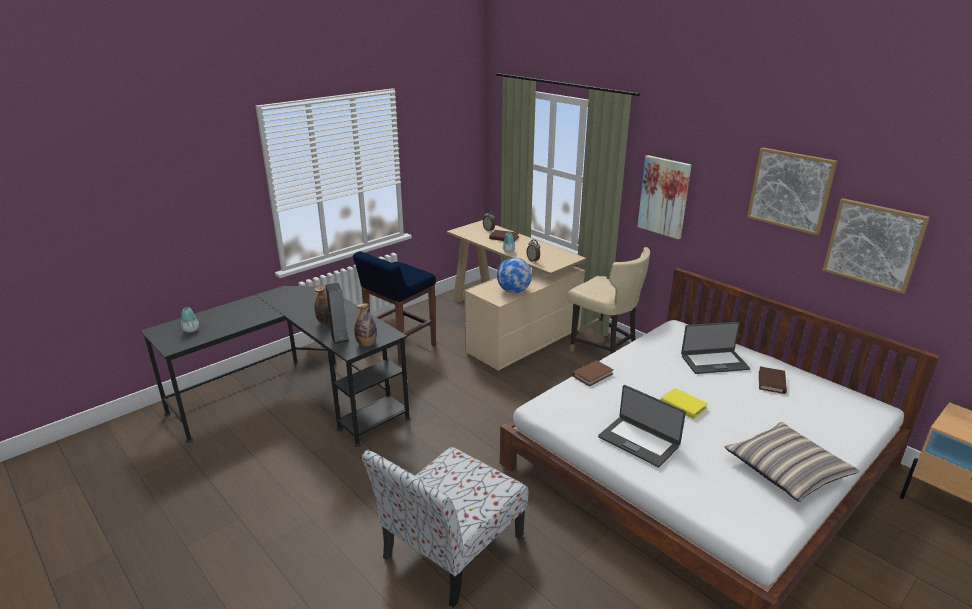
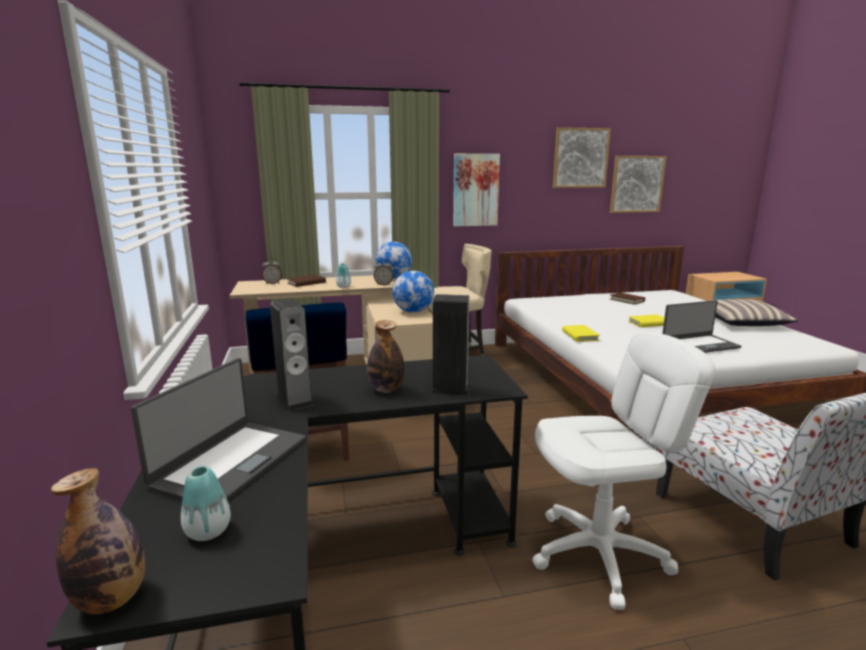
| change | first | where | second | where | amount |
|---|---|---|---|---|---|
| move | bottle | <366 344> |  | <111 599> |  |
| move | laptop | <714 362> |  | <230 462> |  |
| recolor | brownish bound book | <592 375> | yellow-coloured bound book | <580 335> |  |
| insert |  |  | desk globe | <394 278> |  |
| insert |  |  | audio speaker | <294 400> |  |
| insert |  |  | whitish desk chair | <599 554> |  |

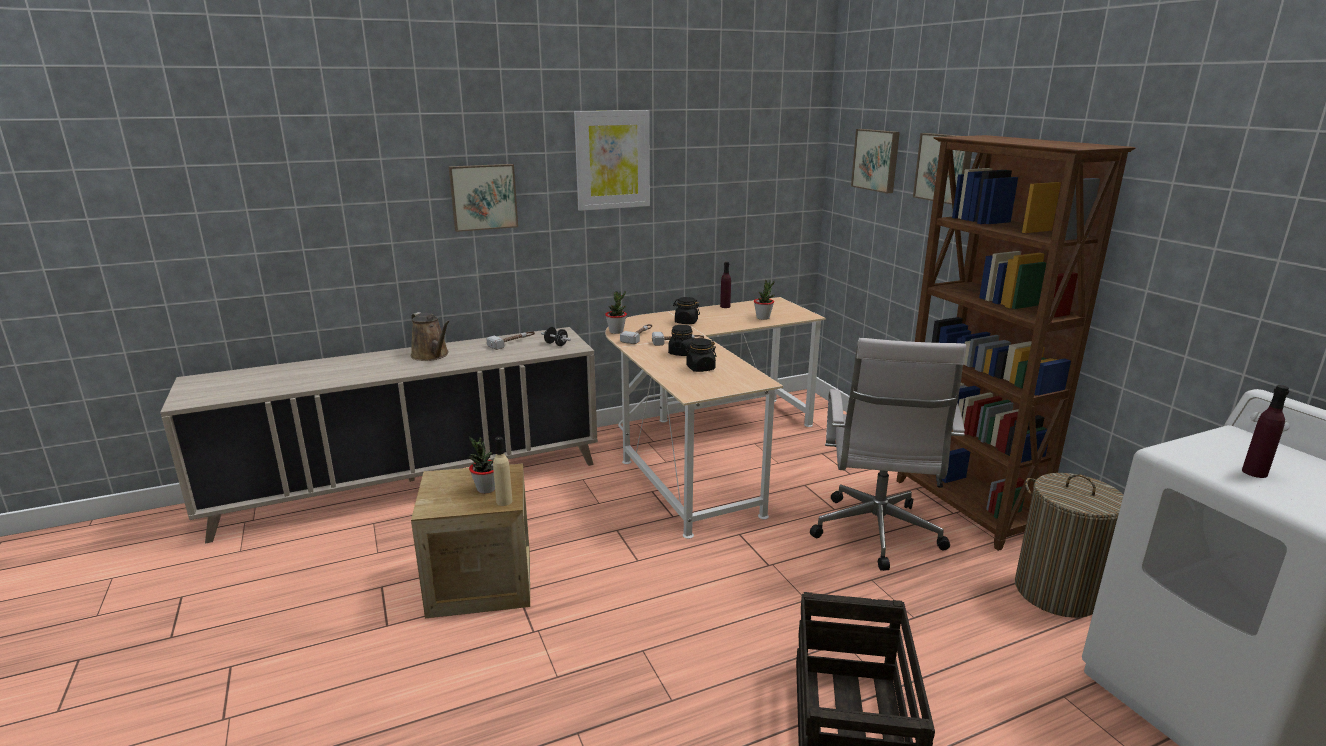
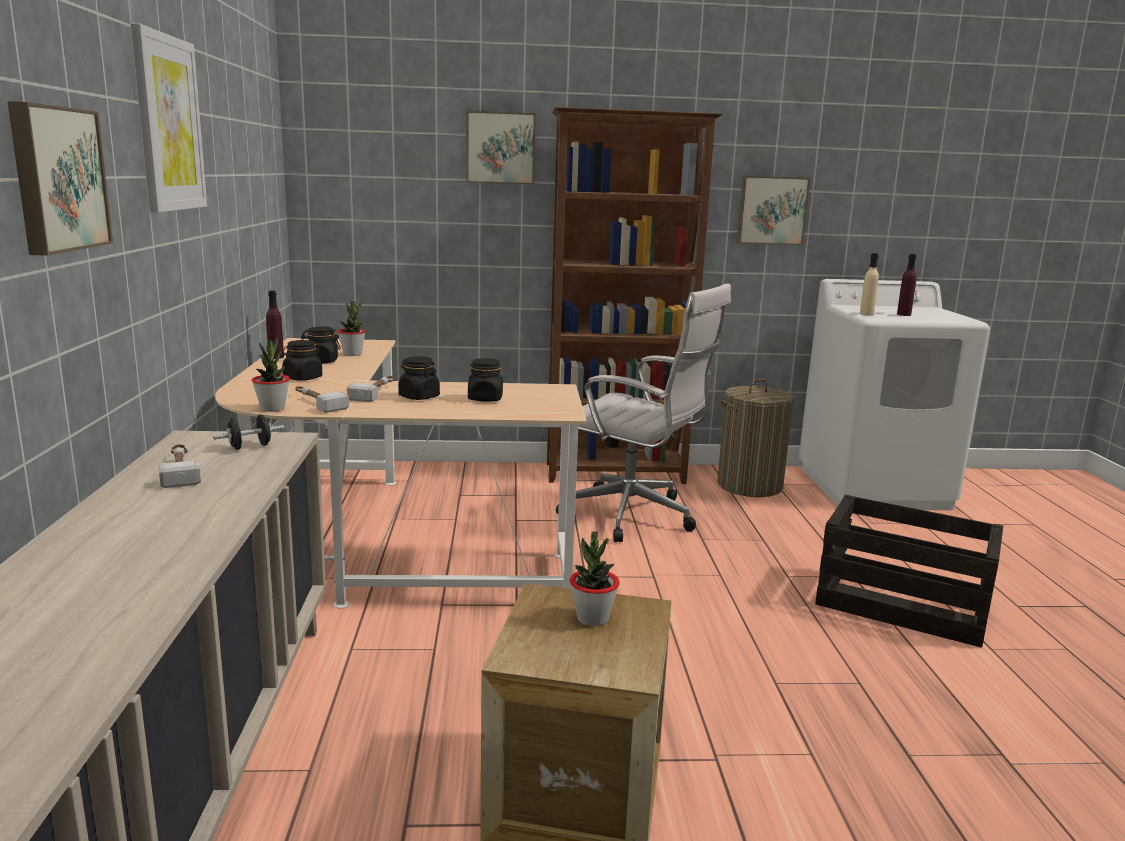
| change | first | where | second | where | amount |
|---|---|---|---|---|---|
| move | wall art | <877 160> |  | <771 210> |  |
| delete | brownish watering can | <432 355> |  |  |  |
| move | sand-coloured bottle | <504 501> |  | <866 314> |  |
| insert |  |  | black jar | <321 361> |  |

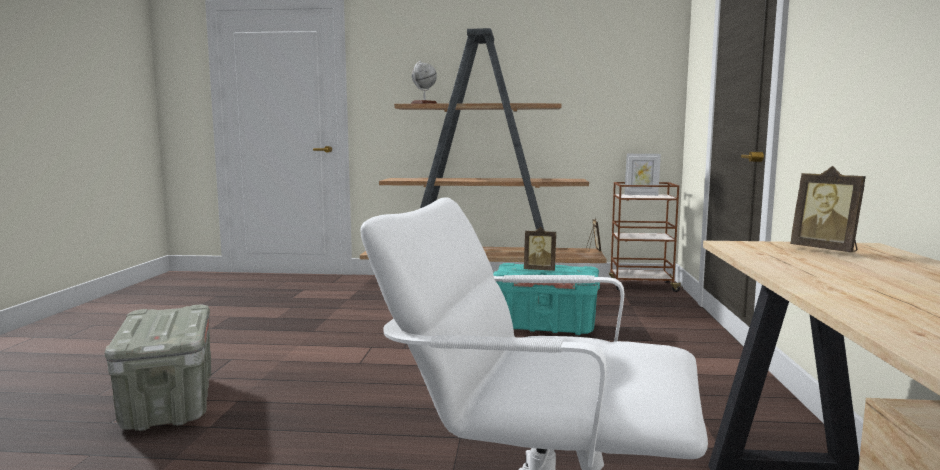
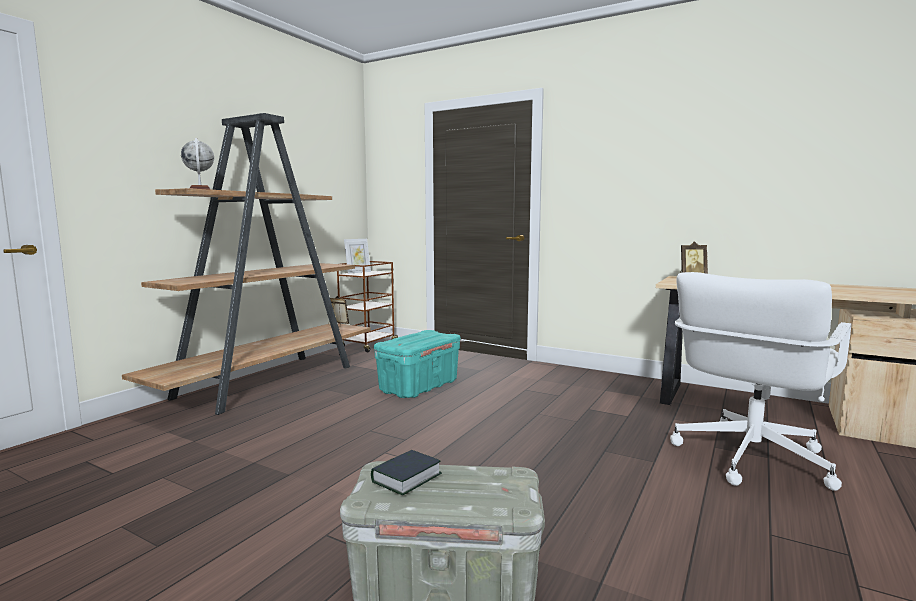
| change | first | where | second | where | amount |
|---|---|---|---|---|---|
| delete | standing frame | <540 270> |  |  |  |
| insert |  |  | bound book | <406 478> |  |

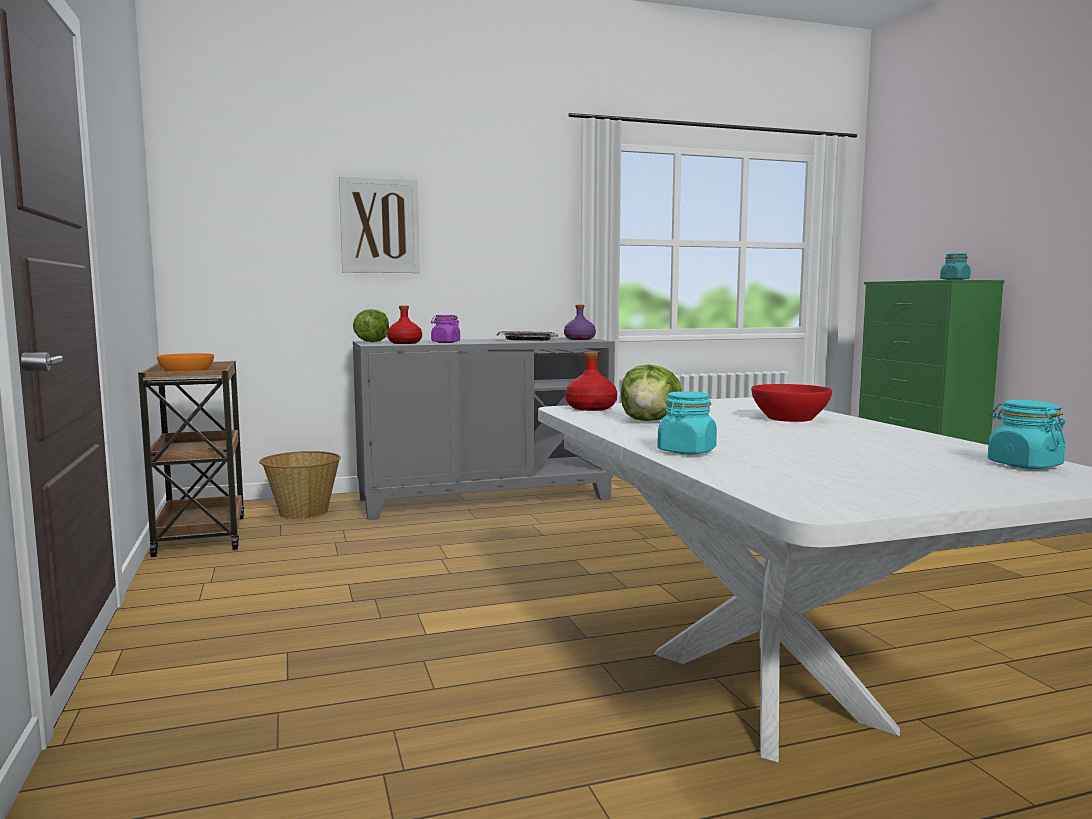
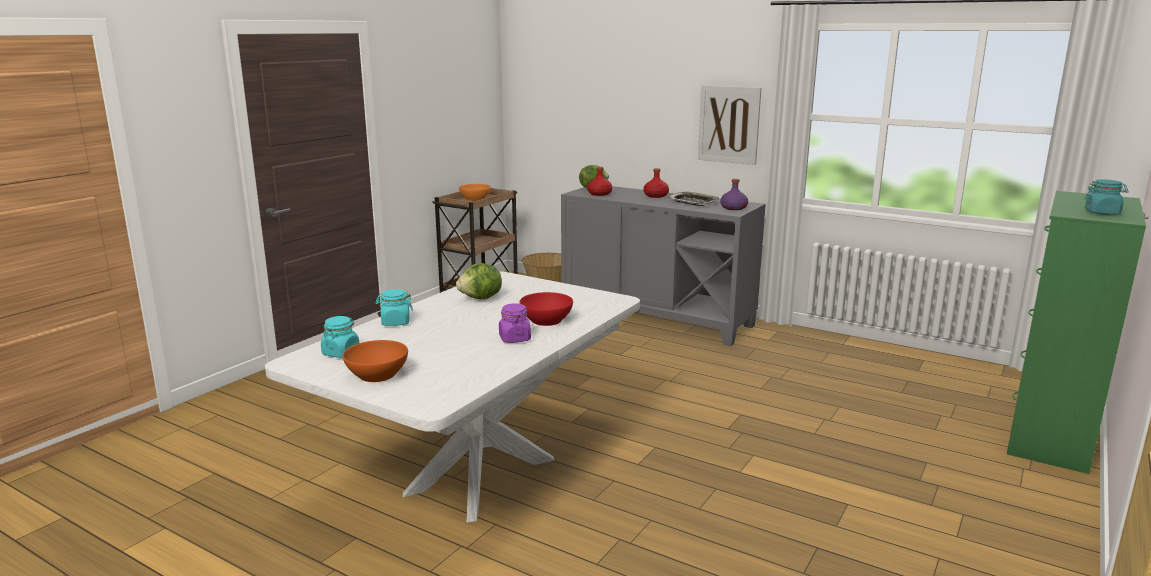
| change | first | where | second | where | amount |
|---|---|---|---|---|---|
| move | wall art | <379 225> |  | <729 124> |  |
| move | purplish jar | <445 342> |  | <514 338> |  |
| move | reddish bottle | <590 408> |  | <656 196> |  |
| move | turquoise-coloured jar | <1023 465> |  | <341 353> |  |
| insert |  |  | orange bowl | <377 374> |  |

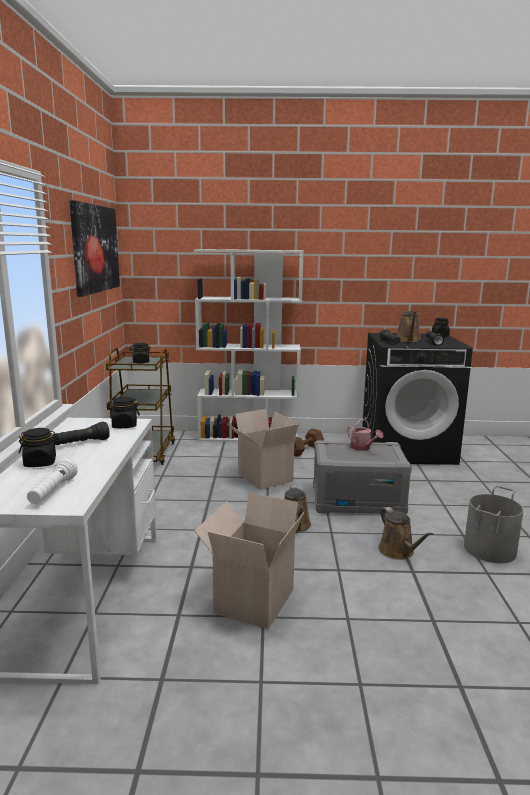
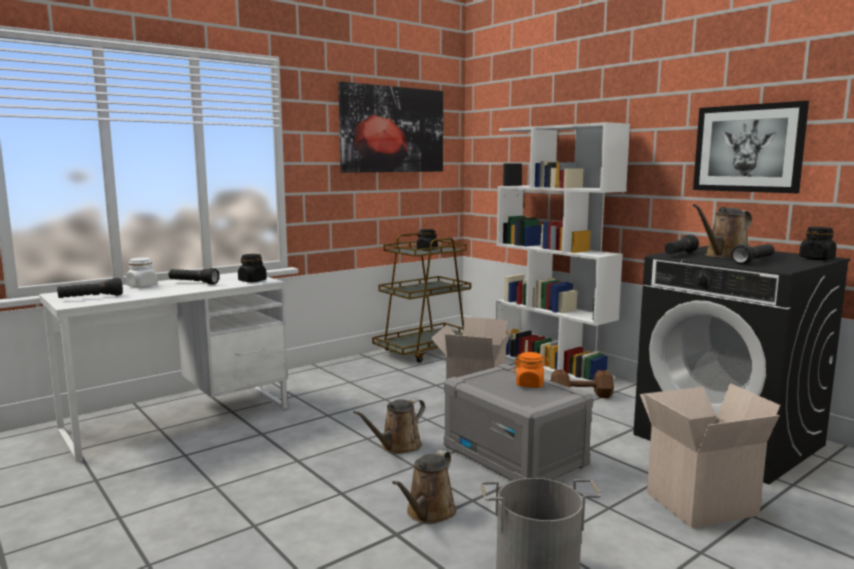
| change | first | where | second | where | amount |
|---|---|---|---|---|---|
| replace | watering can | <362 448> | orange jar | <530 384> |  |
| recolor | black jar | <40 463> | whitish jar | <142 286> |  |
| recolor | whitish hand torch | <53 492> | black hand torch | <91 298> |  |
| move | packing box | <252 599> |  | <700 502> |  |
| insert |  |  | wall art | <748 148> |  |

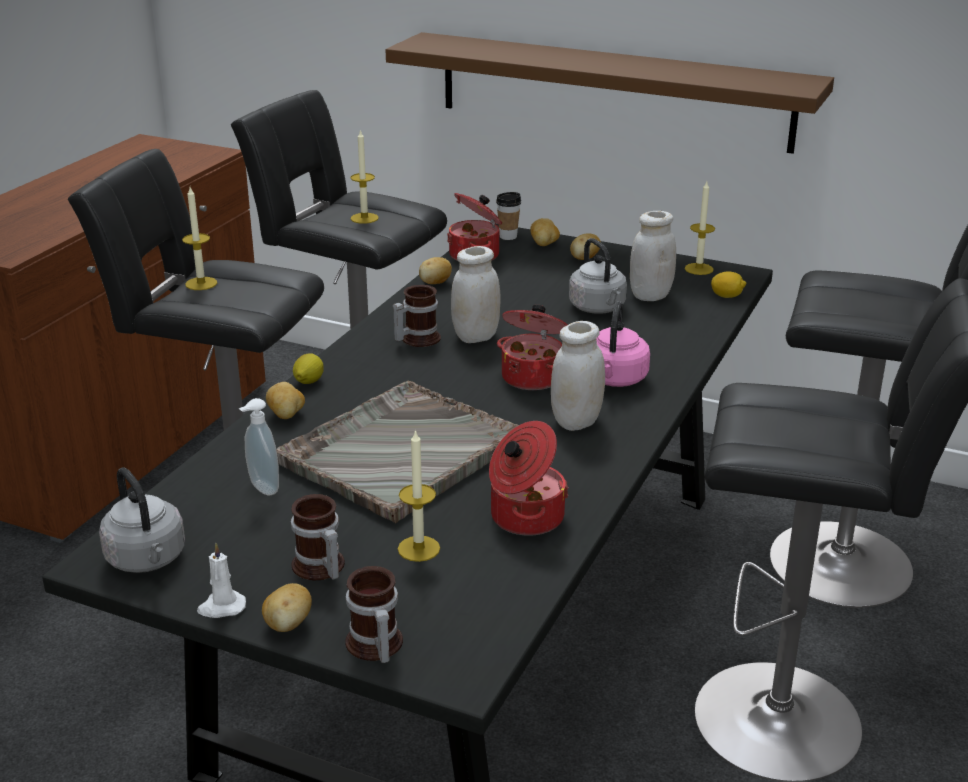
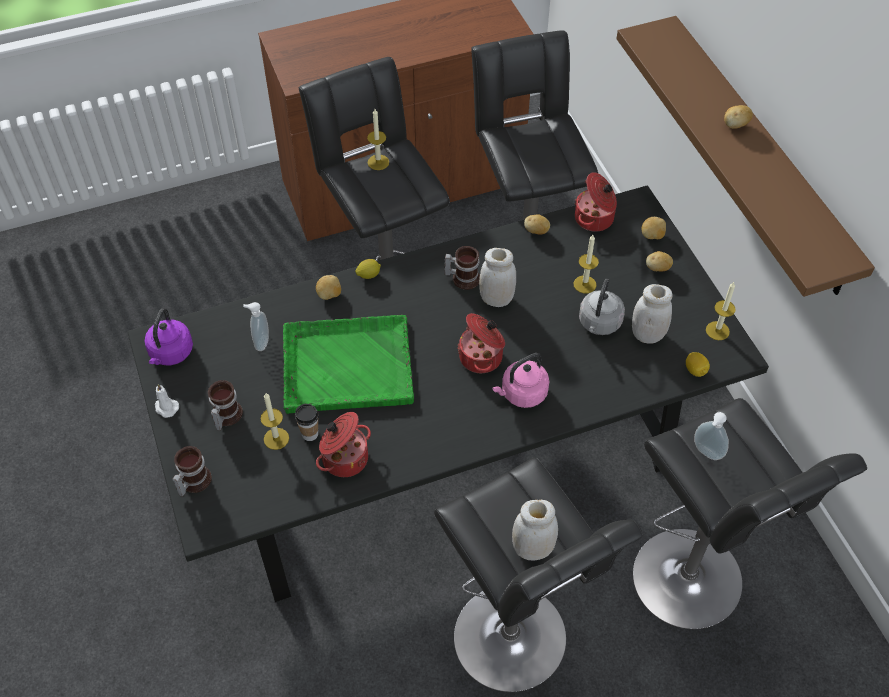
| change | first | where | second | where | amount |
|---|---|---|---|---|---|
| move | candle | <364 218> |  | <584 284> |  |
| move | cup | <508 236> |  | <310 434> |  |
| move | whitish jar | <576 422> |  | <532 549> |  |
| recolor | greyish serving tray | <400 453> | green-coloured serving tray | <346 365> |  |
| recolor | greyish tea kettle | <147 560> | purplish tea kettle | <170 354> |  |
| move | spud | <288 625> |  | <735 125> |  |
| insert |  |  | soap bottle | <706 453> |  |

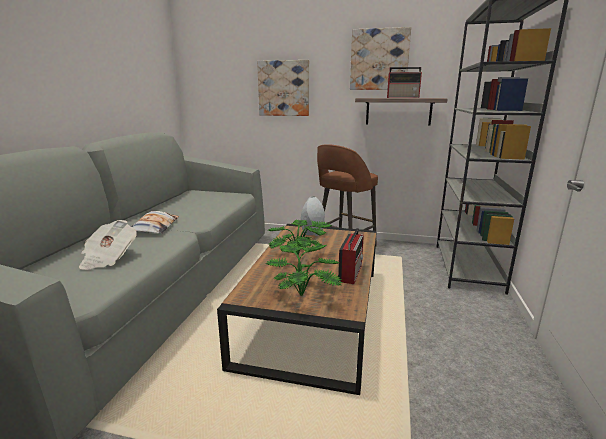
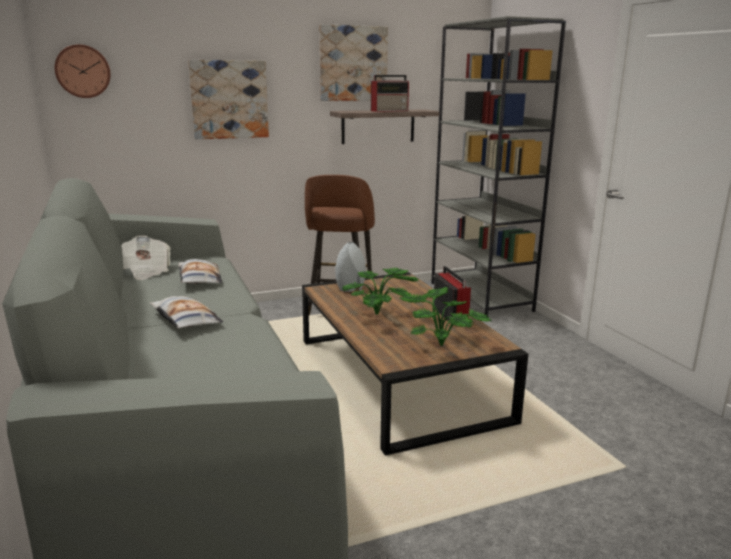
| change | first | where | second | where | amount |
|---|---|---|---|---|---|
| move | printed paper | <108 258> |  | <146 271> |  |
| insert |  |  | hanging clock | <83 71> |  |
| insert |  |  | throw pillow | <199 278> |  |

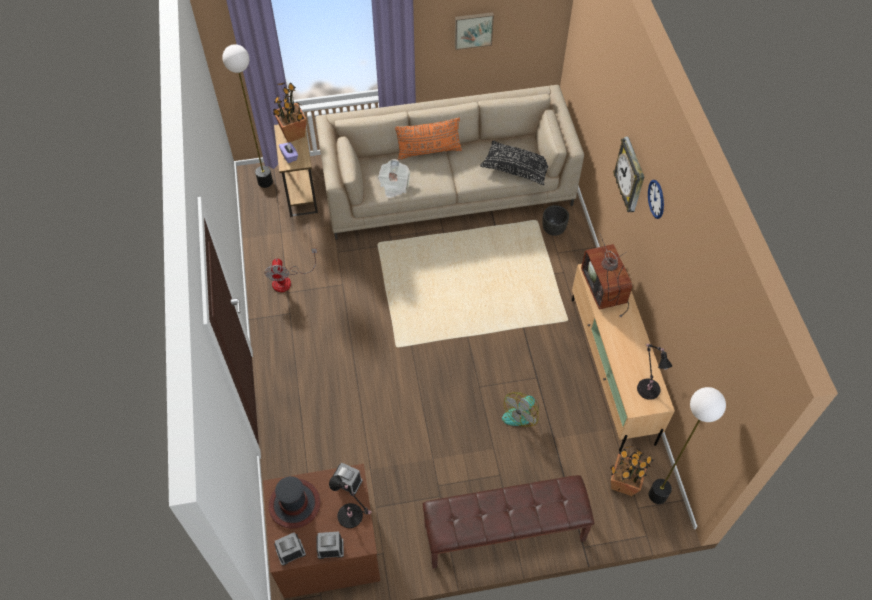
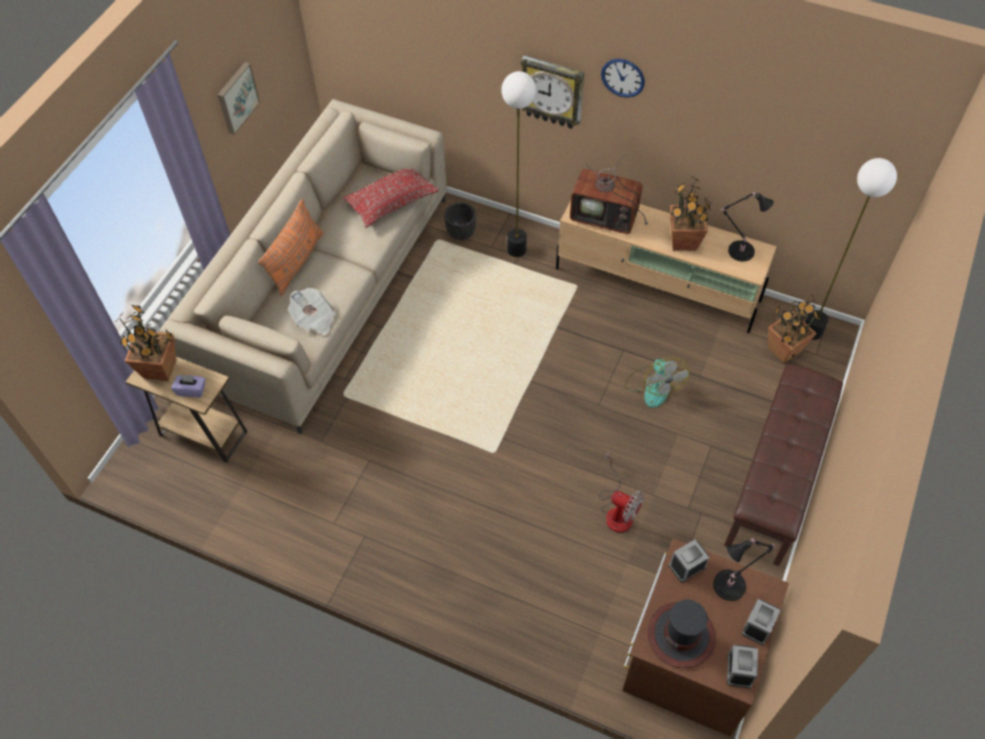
| change | first | where | second | where | amount |
|---|---|---|---|---|---|
| move | floor lamp | <265 182> |  | <517 249> |  |
| recolor | black throw pillow | <516 168> | reddish throw pillow | <391 201> |  |
| move | electric fan | <287 280> |  | <617 510> |  |
| insert |  |  | houseplant | <683 242> |  |

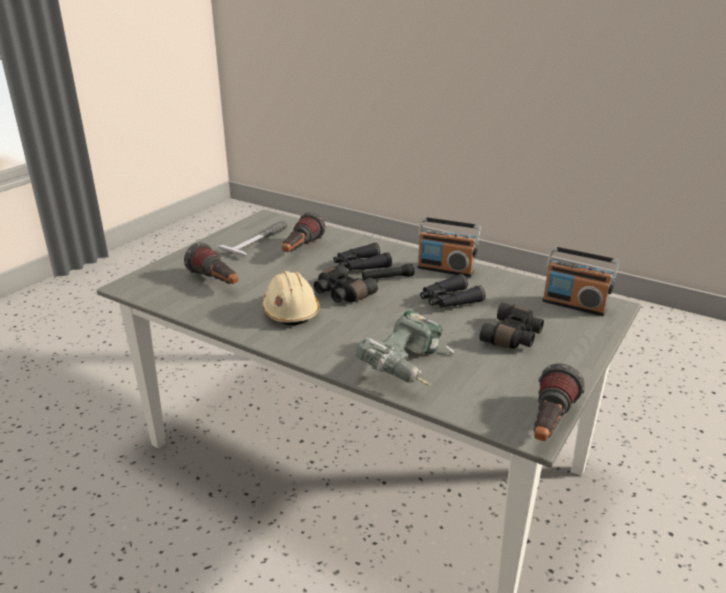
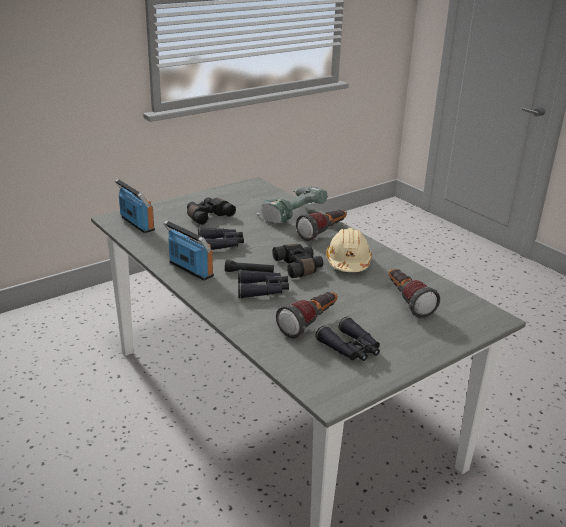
| change | first | where | second | where | amount |
|---|---|---|---|---|---|
| replace | hammer | <260 241> | black binoculars | <350 349> |  |
| move | hand torch | <549 425> |  | <323 233> |  |

